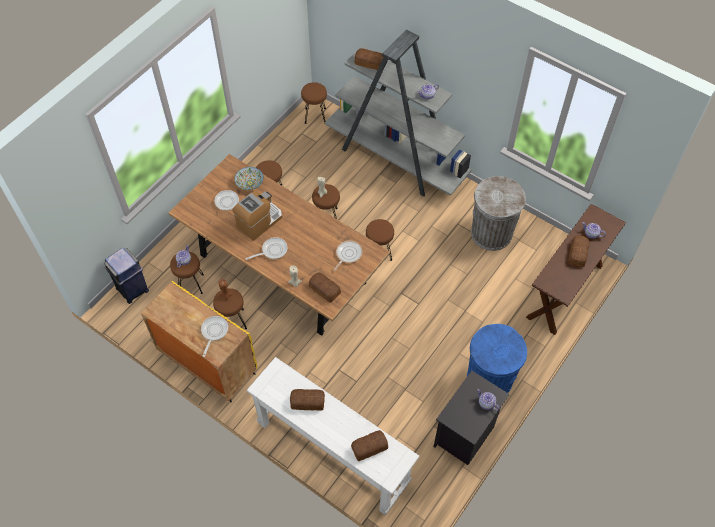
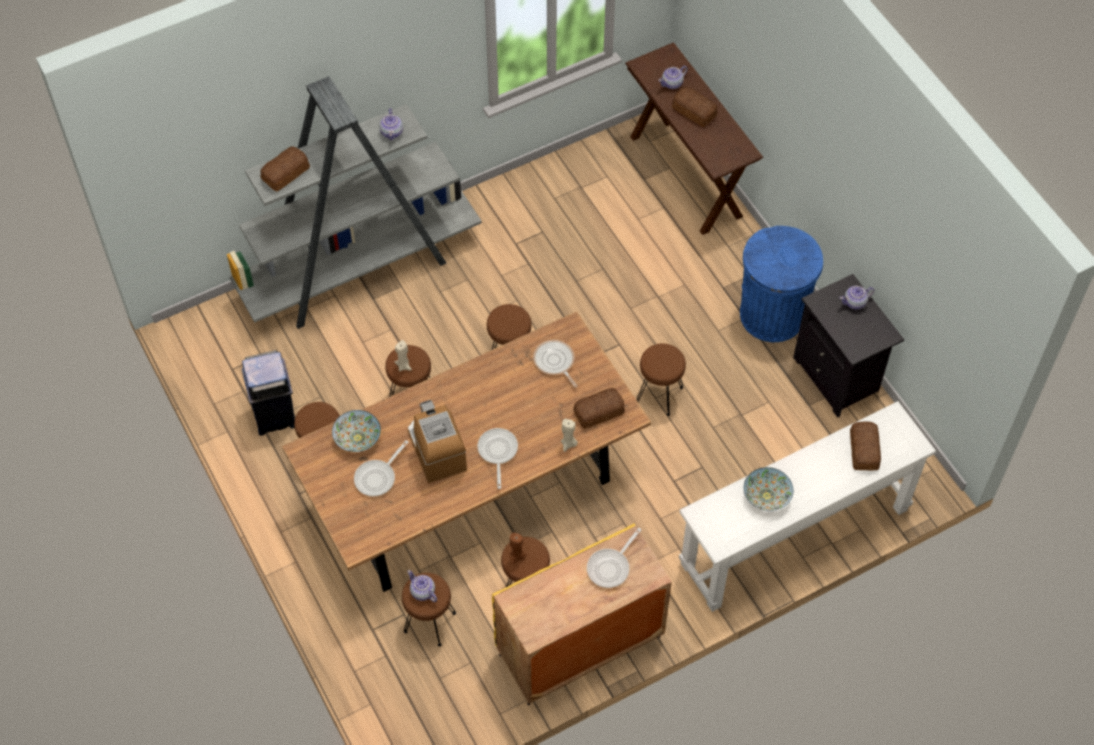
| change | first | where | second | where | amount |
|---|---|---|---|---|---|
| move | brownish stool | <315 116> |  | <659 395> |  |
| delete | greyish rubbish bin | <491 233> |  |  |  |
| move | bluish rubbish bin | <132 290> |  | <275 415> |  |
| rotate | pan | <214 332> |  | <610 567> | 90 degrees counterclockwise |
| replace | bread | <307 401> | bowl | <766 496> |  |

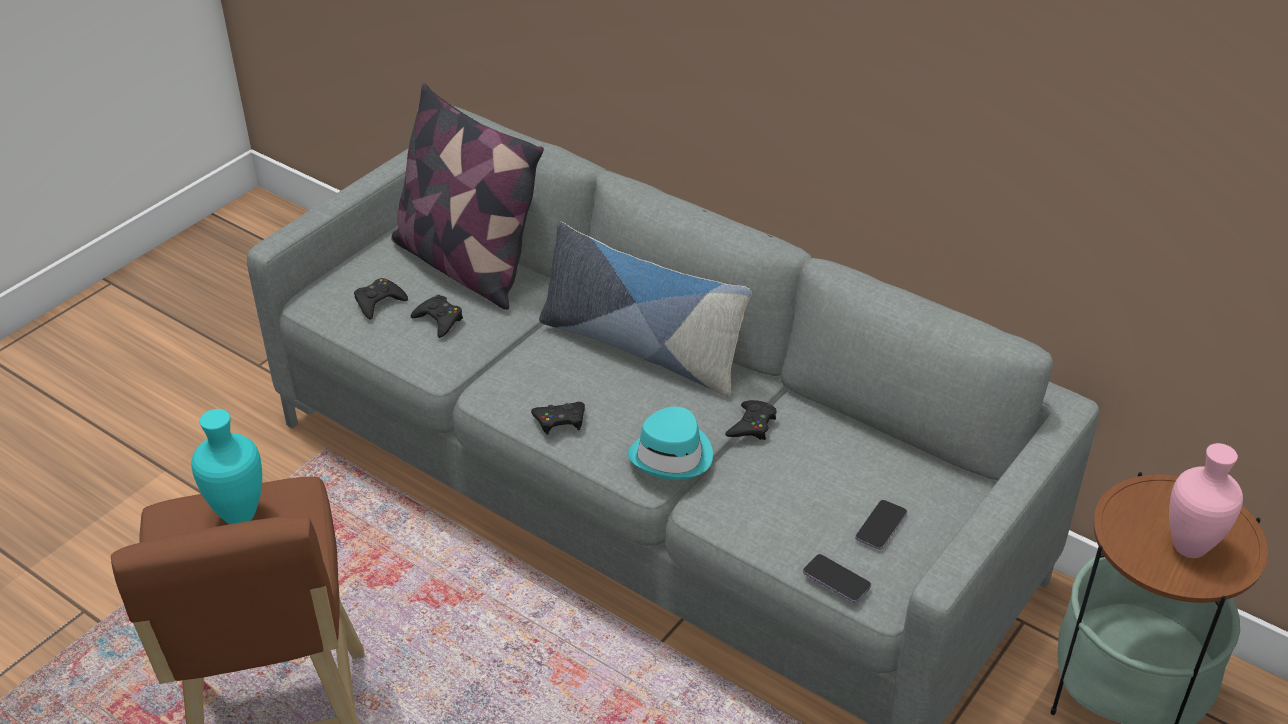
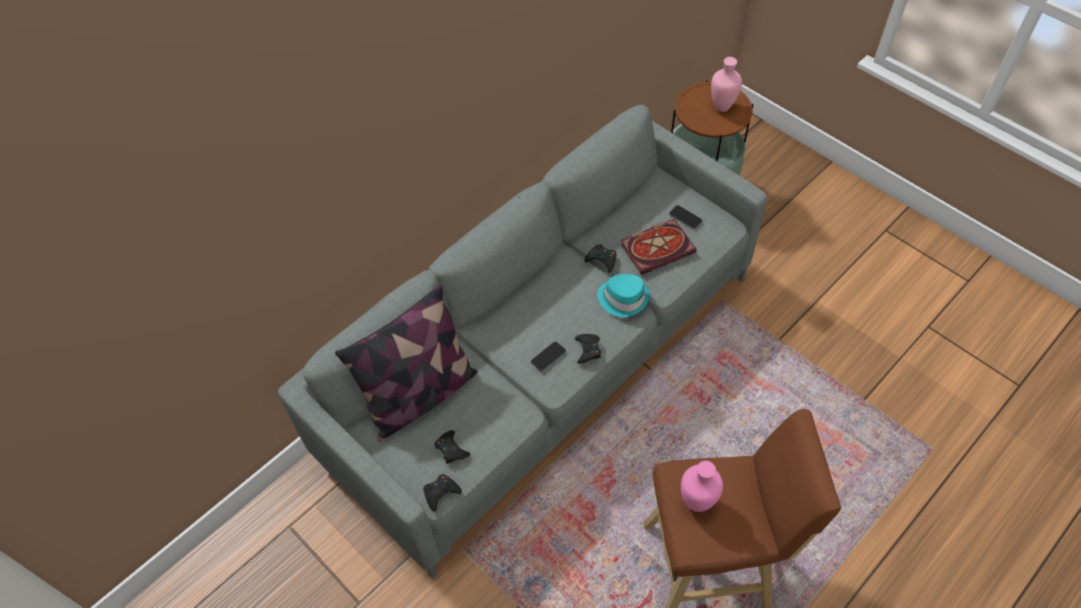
| change | first | where | second | where | amount |
|---|---|---|---|---|---|
| delete | throw pillow | <641 348> |  |  |  |
| move | black game controller | <439 320> |  | <441 493> |  |
| recolor | turquoise-coloured decorative vase | <241 516> | pink decorative vase | <697 502> |  |
| move | telephone | <836 580> |  | <548 357> |  |
| insert |  |  | bound book | <658 247> |  |

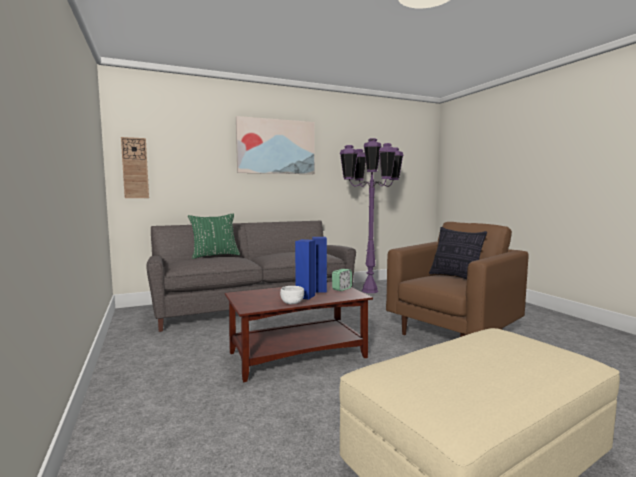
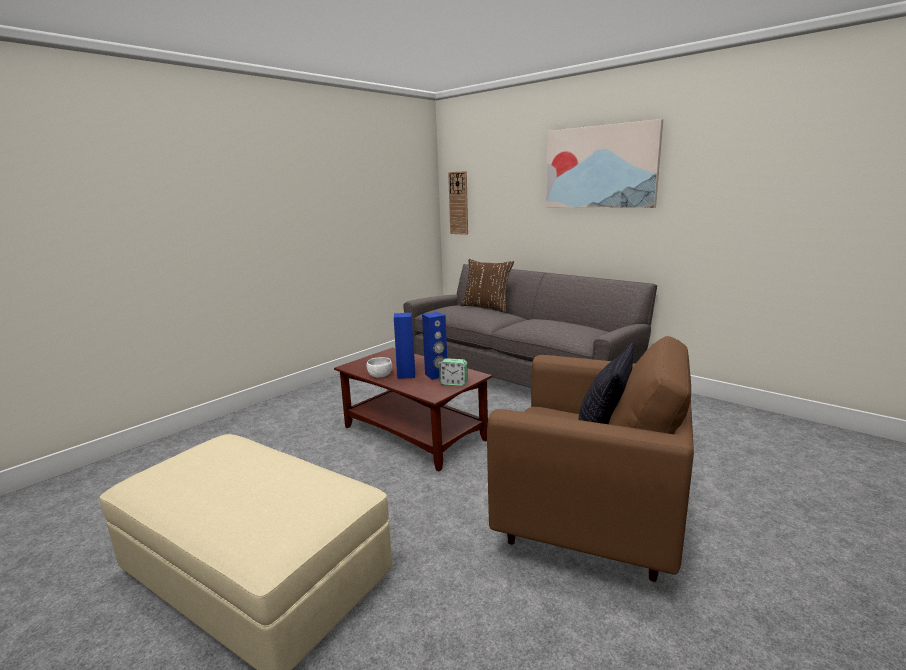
| change | first | where | second | where | amount |
|---|---|---|---|---|---|
| delete | purplish floor lamp | <370 291> |  |  |  |
| recolor | green-coloured throw pillow | <214 256> | brownish throw pillow | <486 307> |  |

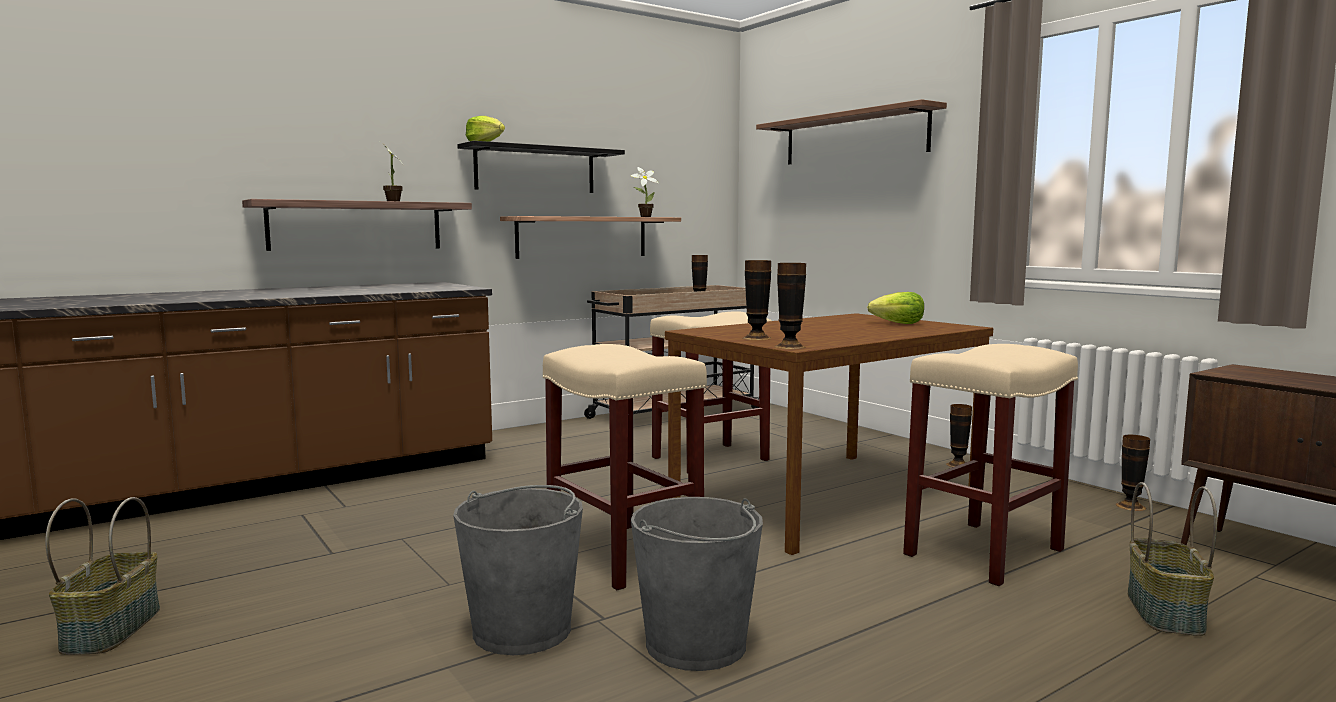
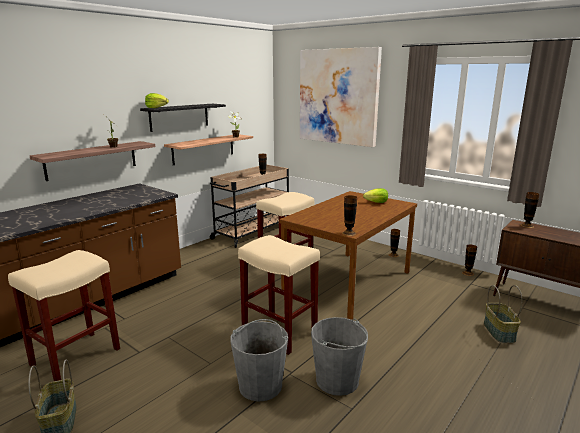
| change | first | where | second | where | amount |
|---|---|---|---|---|---|
| replace | bracket shelf | <854 137> | wall art | <338 96> |  |
| move | decorative vase | <756 338> |  | <527 225> |  |
| move | sand-coloured stool | <984 553> |  | <75 357> |  |

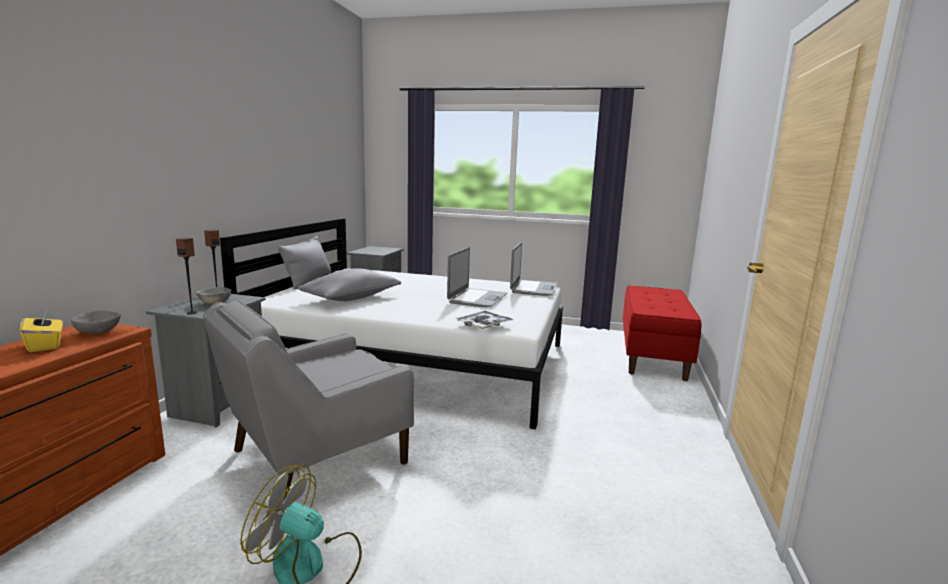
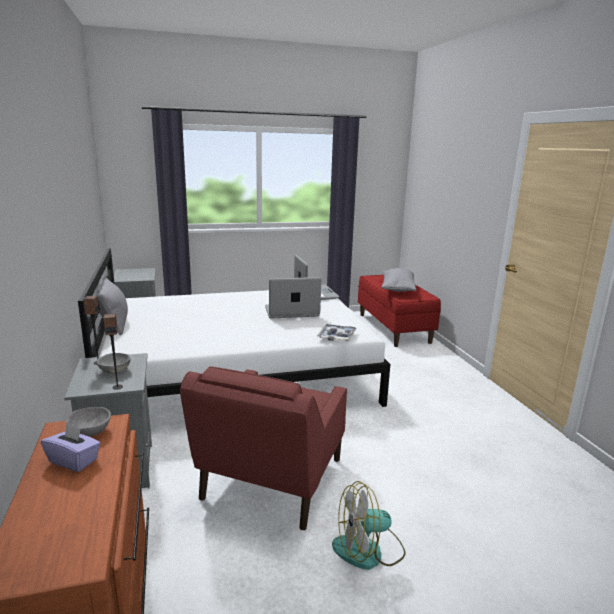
| change | first | where | second | where | amount |
|---|---|---|---|---|---|
| rotate | laptop | <477 299> |  | <291 312> | 90 degrees counterclockwise |
| move | greyish throw pillow | <351 298> |  | <397 289> |  |
| recolor | greyish armchair | <316 458> | reddish armchair | <271 481> |  |
| recolor | yellow-coloured tissue holder | <45 345> | purplish tissue holder | <74 460> |  |

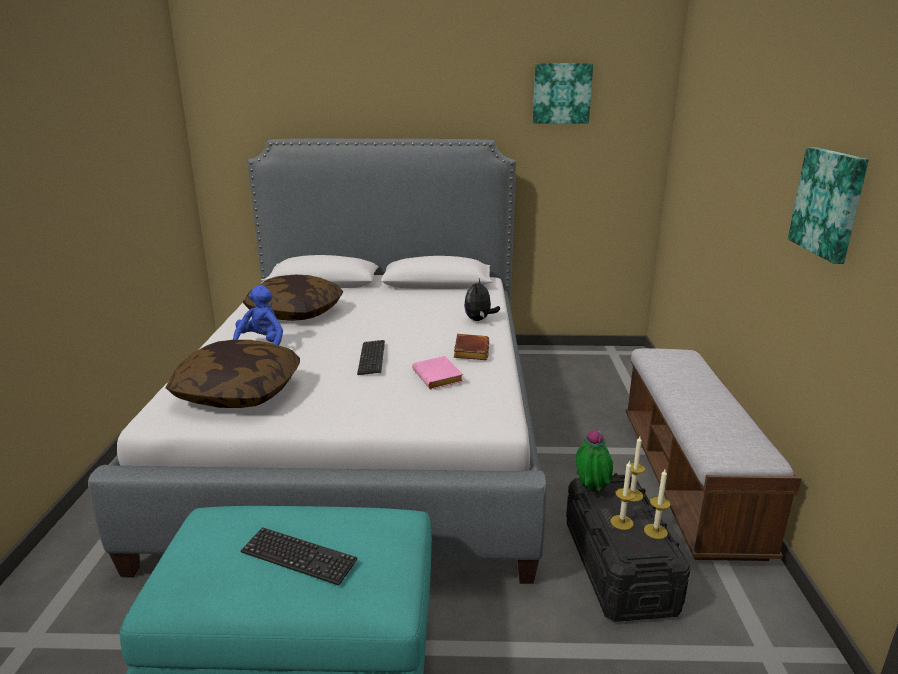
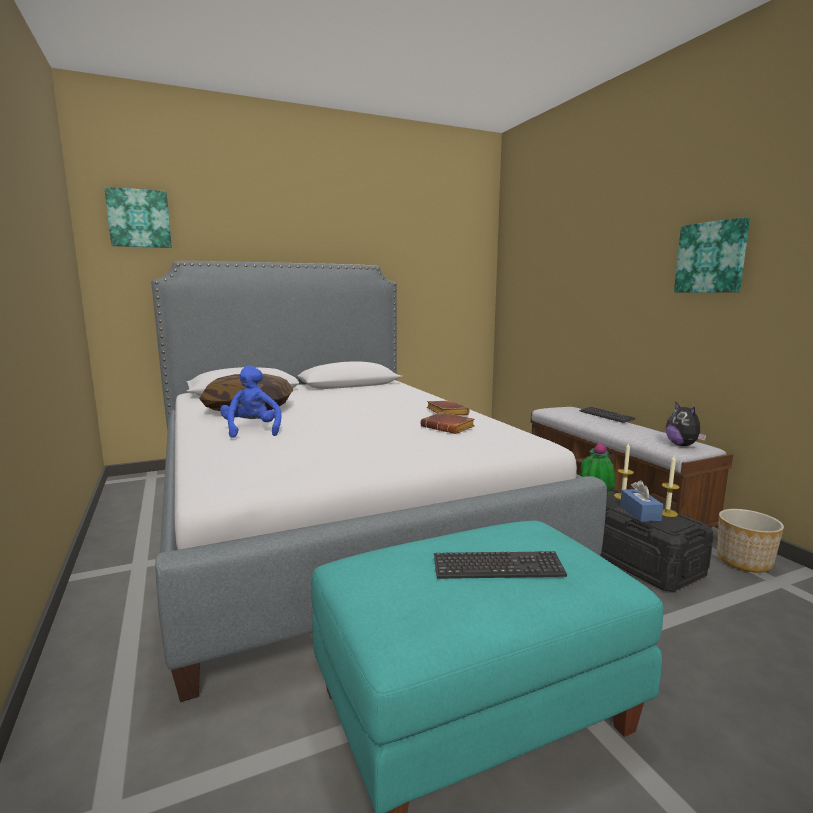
| change | first | where | second | where | amount |
|---|---|---|---|---|---|
| move | wall art | <561 93> |  | <139 218> |  |
| move | plush toy | <479 320> |  | <682 445> |  |
| delete | throw pillow | <239 392> |  |  |  |
| move | keyboard | <371 358> |  | <606 416> |  |
| recolor | pink bound book | <439 378> | brownish bound book | <449 428> |  |
| replace | candle | <621 522> | bluish tissue holder | <640 513> |  |
| insert |  |  | planter | <744 562> |  |

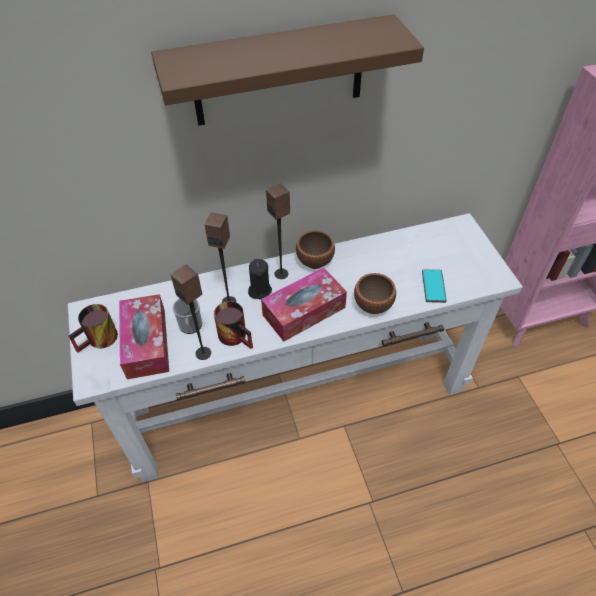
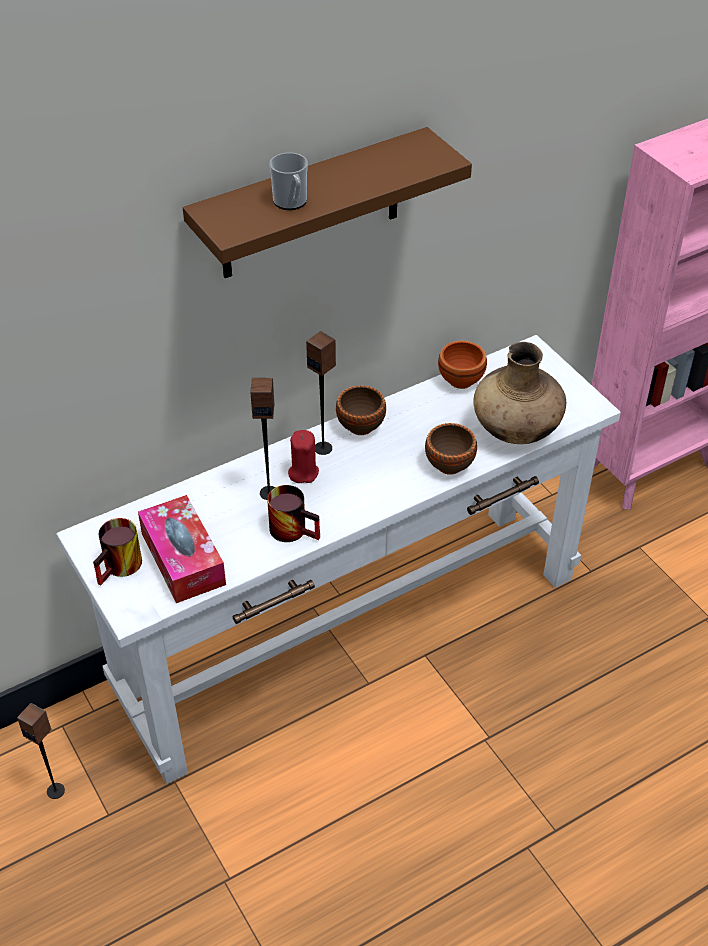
| change | first | where | second | where | amount |
|---|---|---|---|---|---|
| recolor | black candle | <260 290> | reddish candle | <303 472> |  |
| move | audio speaker | <203 353> |  | <56 790> |  |
| delete | tissue holder | <304 311> |  |  |  |
| replace | telephone | <433 286> | brownish decorative vase | <516 430> |  |
| move | tea mug | <190 327> |  | <291 203> |  |
| insert |  |  | brownish bowl | <462 380> |  |

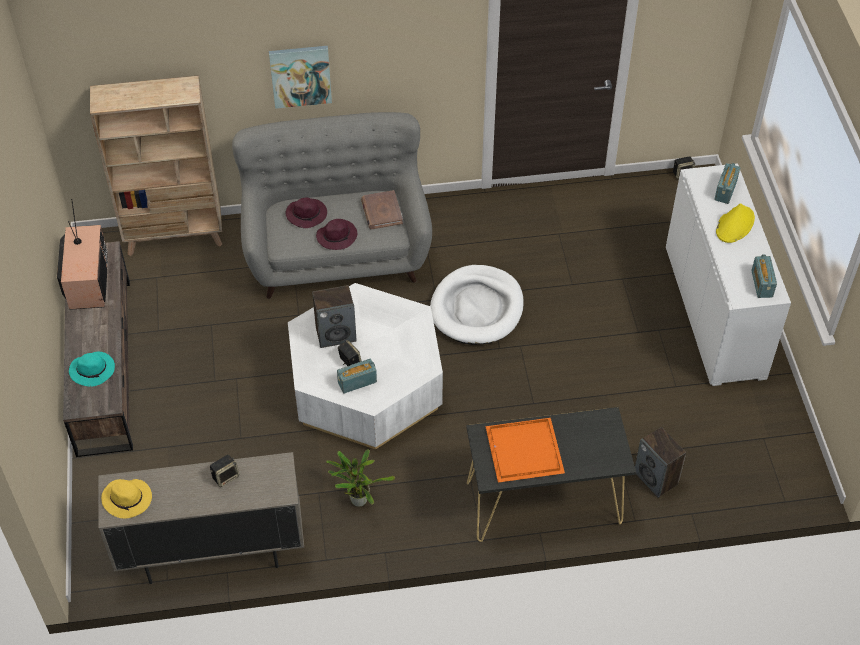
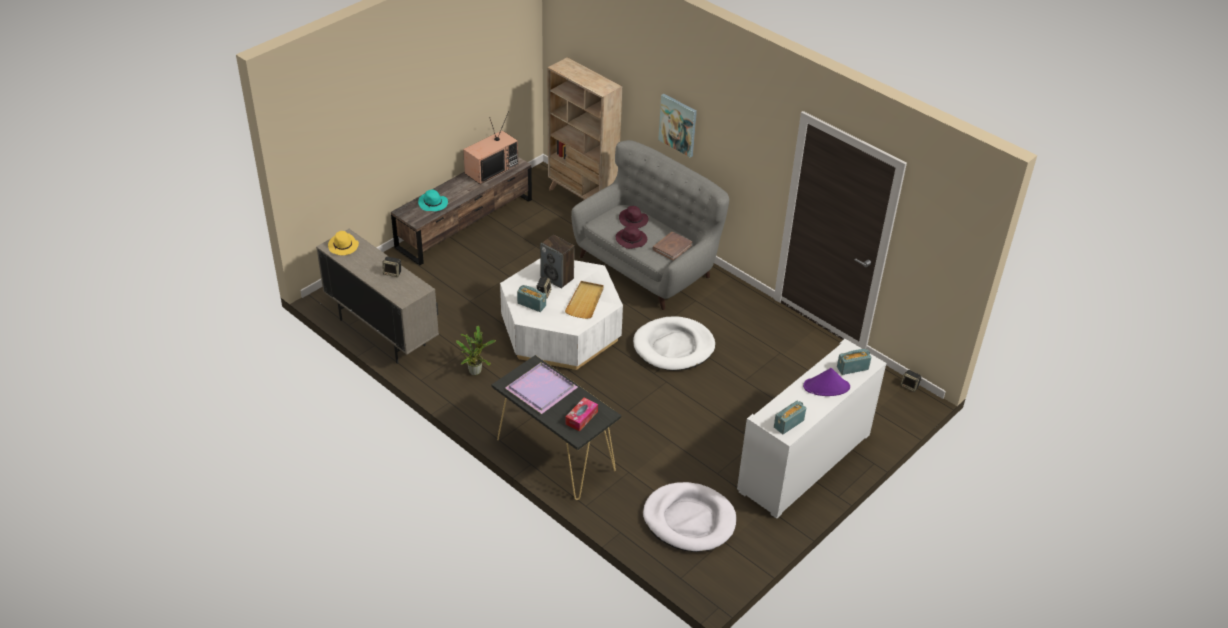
| change | first | where | second | where | amount |
|---|---|---|---|---|---|
| recolor | yellow-coloured clothing hat | <735 225> | purplish clothing hat | <826 387> |  |
| recolor | orange serving tray | <522 450> | purplish serving tray | <541 388> |  |
| delete | audio speaker | <656 478> |  |  |  |
| insert |  |  | sand-coloured serving tray | <585 301> |  |
| insert |  |  | tissue holder | <581 418> |  |
| insert |  |  | whitish pet bed | <689 520> |  |

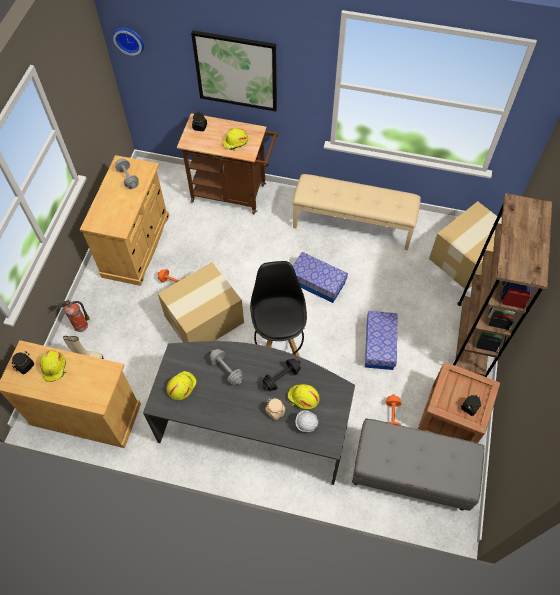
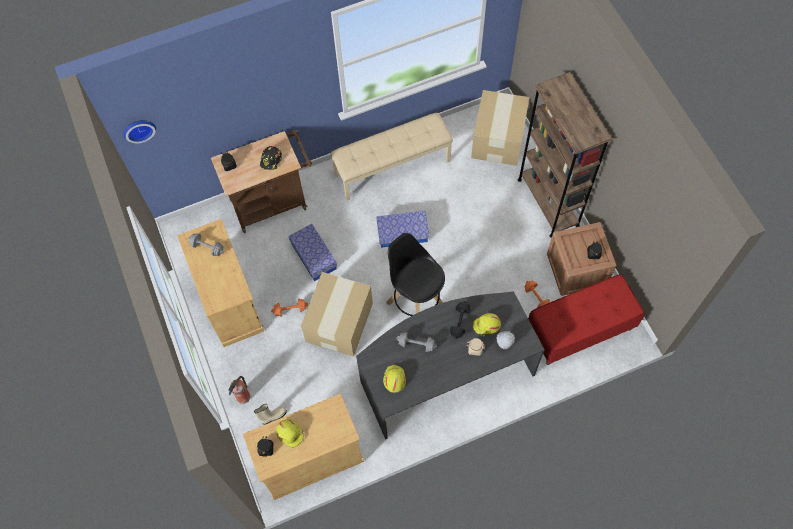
| change | first | where | second | where | amount |
|---|---|---|---|---|---|
| delete | wall art | <236 71> |  |  |  |
| recolor | yellow-coloured work helmet | <235 142> | black work helmet | <271 160> |  |
| move | storage container | <379 345> |  | <314 256> |  |
| recolor | greyish long seat | <411 474> | reddish long seat | <580 330> |  |

